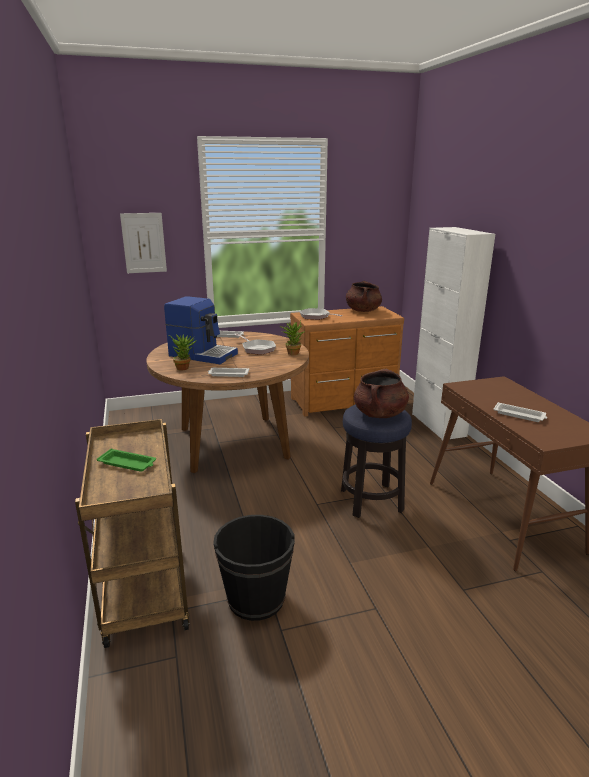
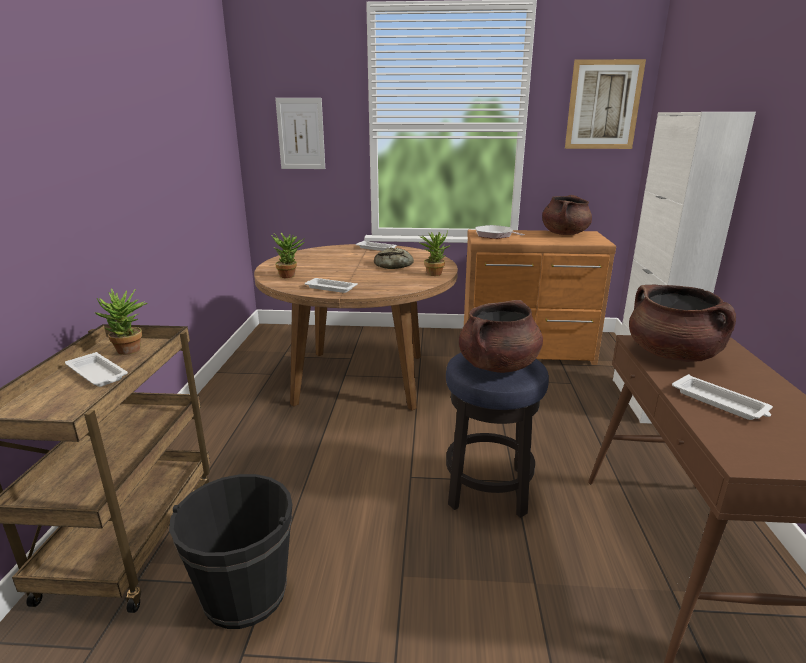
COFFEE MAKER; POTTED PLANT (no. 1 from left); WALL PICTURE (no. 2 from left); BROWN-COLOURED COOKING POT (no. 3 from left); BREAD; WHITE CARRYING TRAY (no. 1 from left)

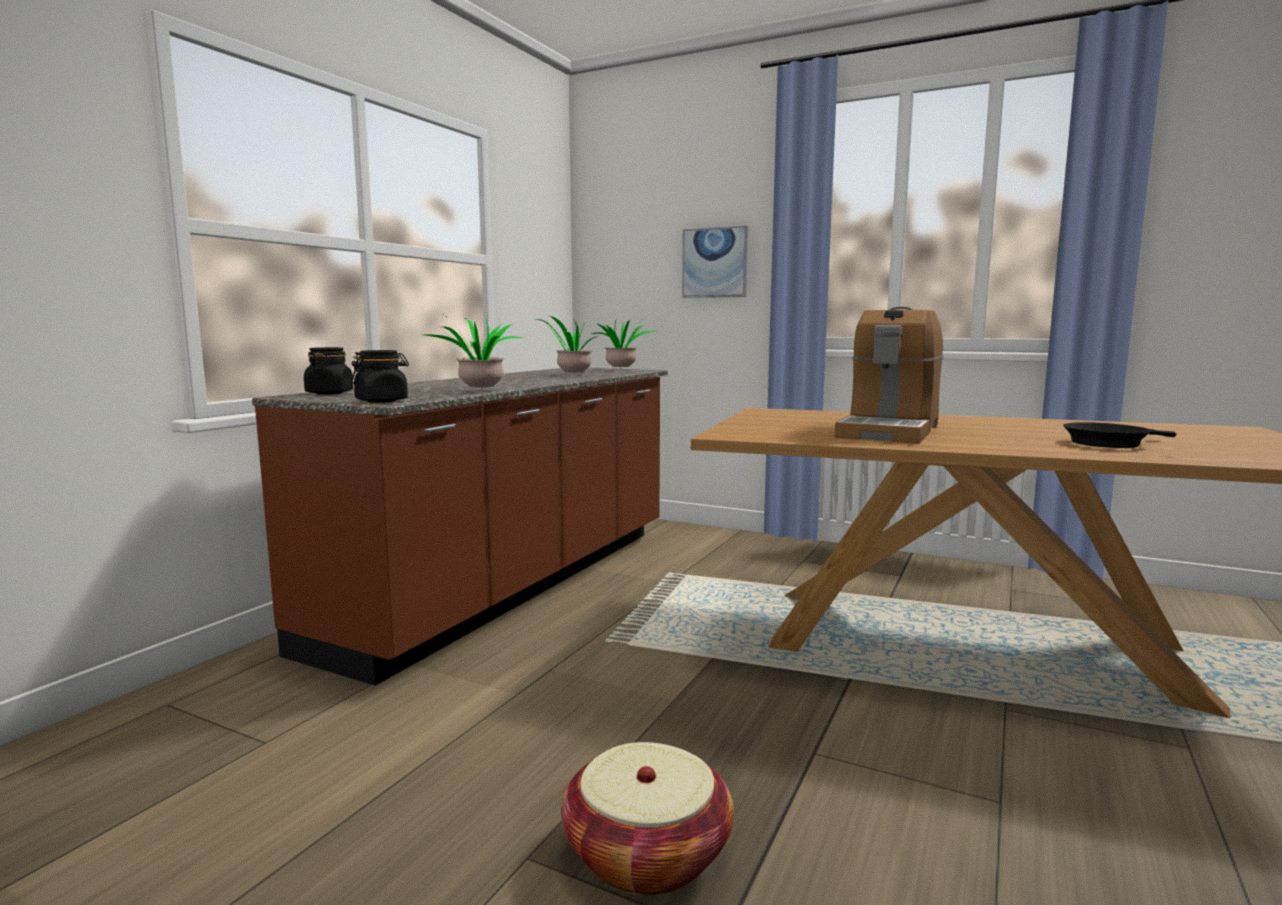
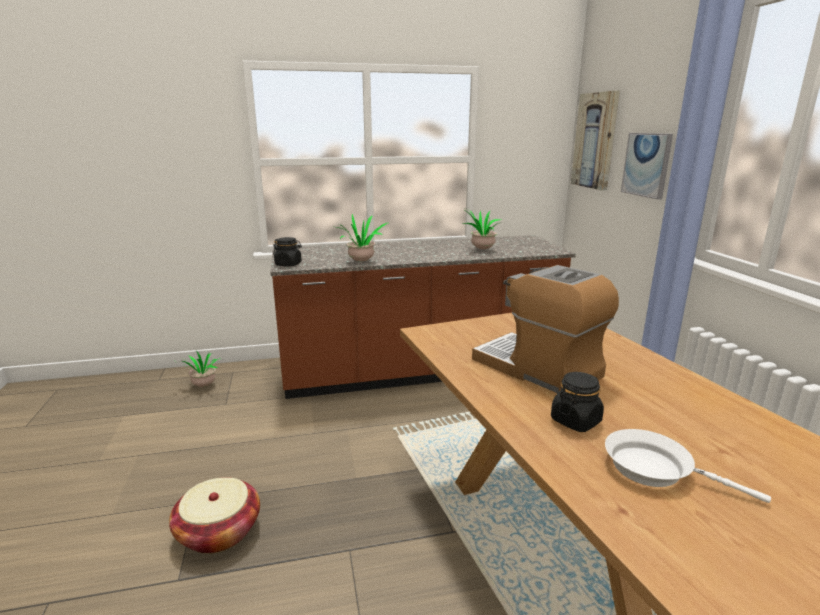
WALL PICTURE (no. 1 from left); BLACK STORAGE JAR (no. 2 from left); POTTED PLANT (no. 1 from left); WHITE FRYING PAN; COFFEE MAKER

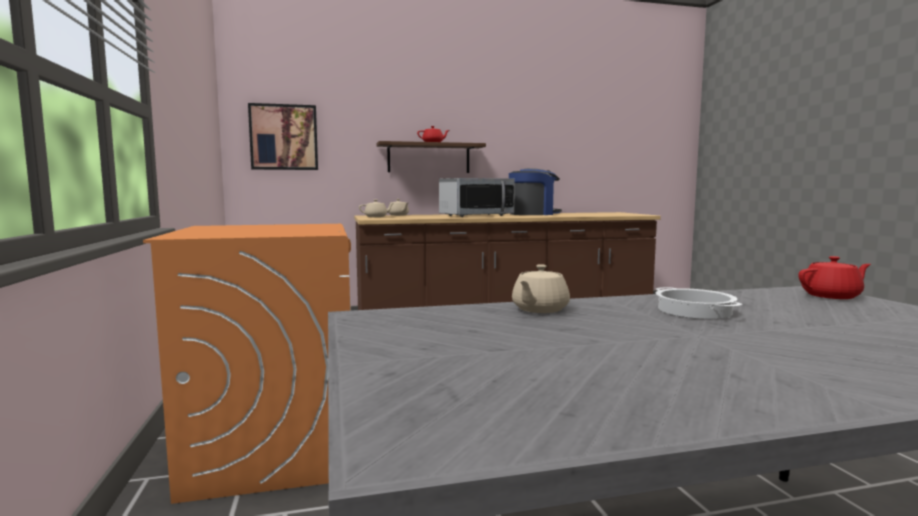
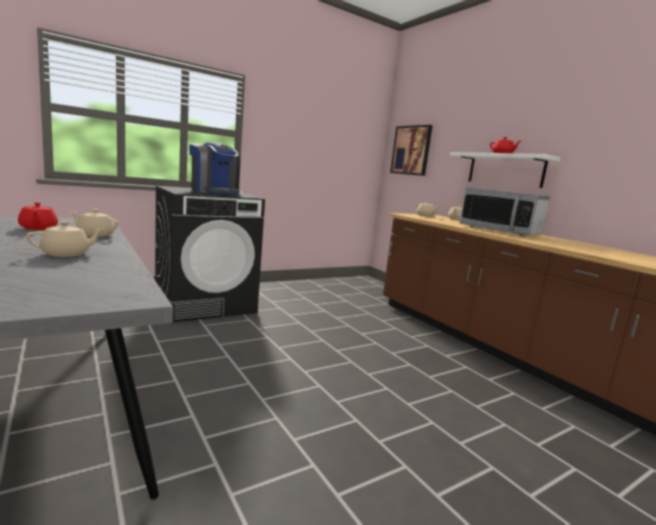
COFFEE MAKER; RED-COLOURED TEA POT (no. 1 from left); SAND-COLOURED TEA POT (no. 1 from left); BLACK LAUNDRY APPLIANCE; WHITE WALL SHELF

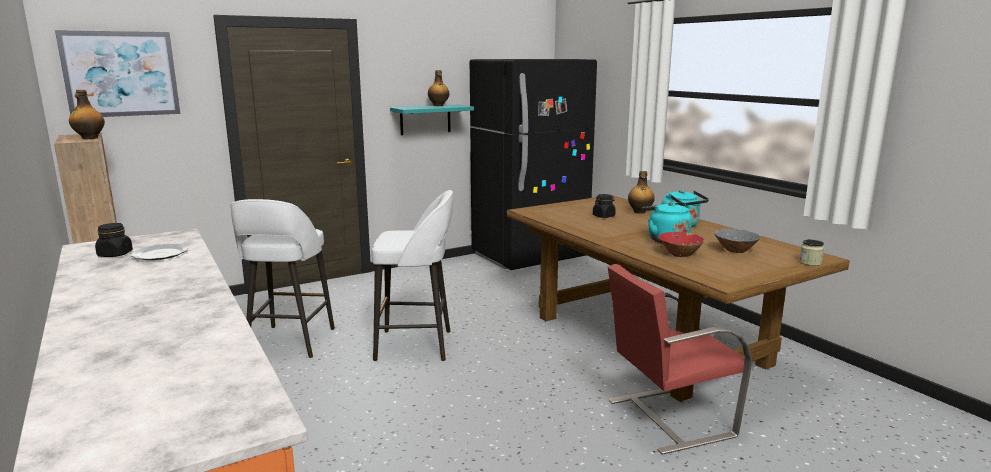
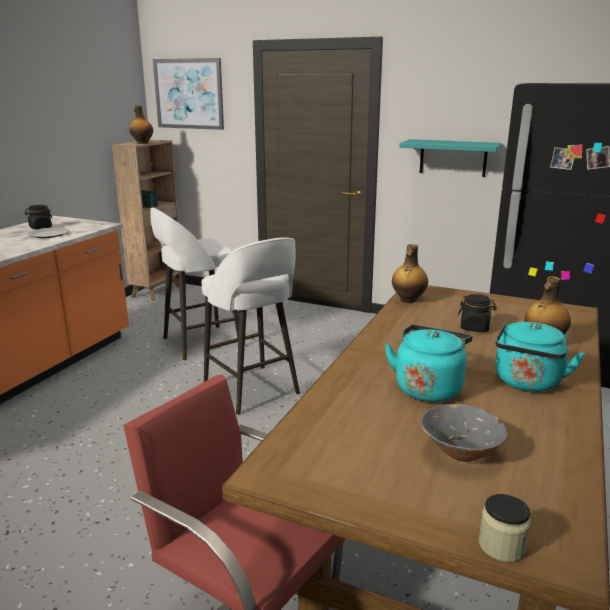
RED-COLOURED SERVING BOWL; DRINK BOTTLE (no. 2 from left)

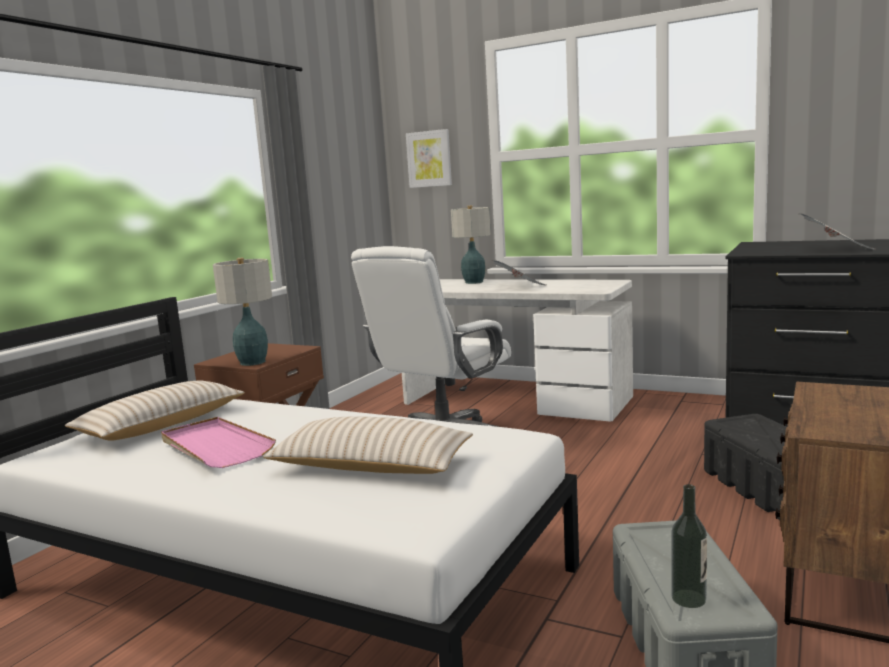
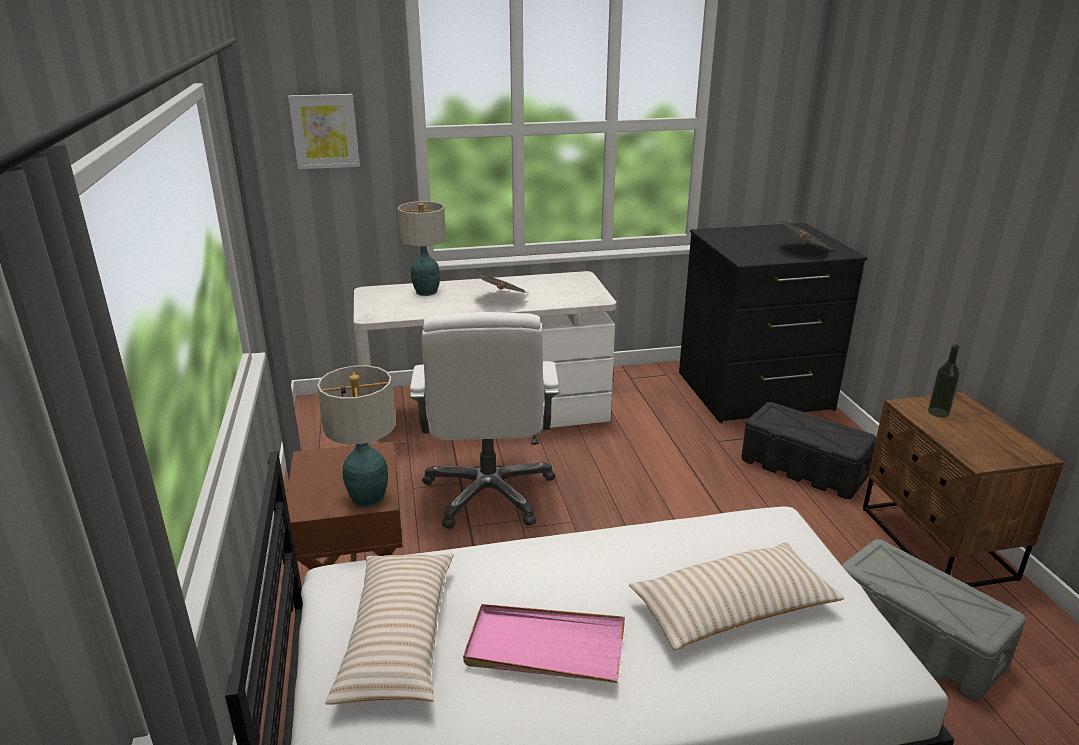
DRINK BOTTLE

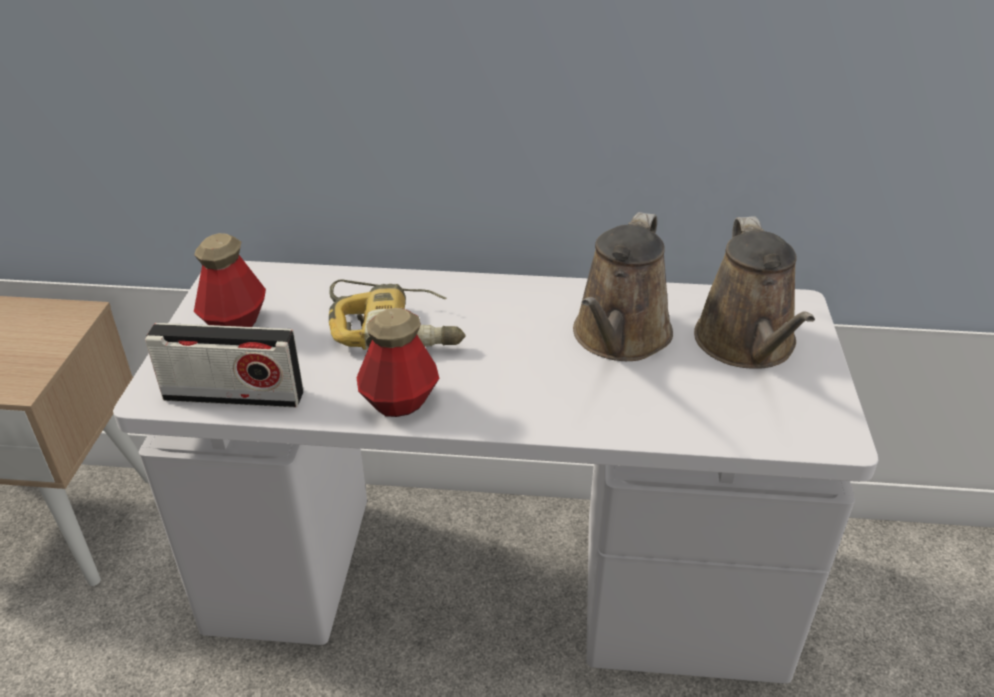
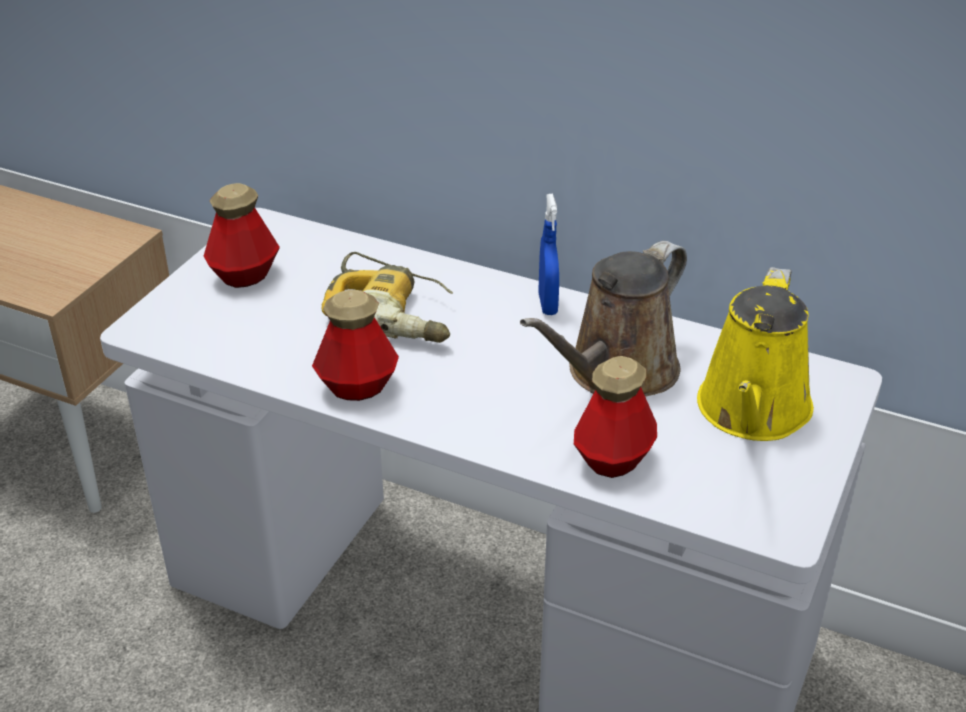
RADIO SET; BLUE SPRAYER; DRINK BOTTLE (no. 3 from left); YELLOW WATERING CAN

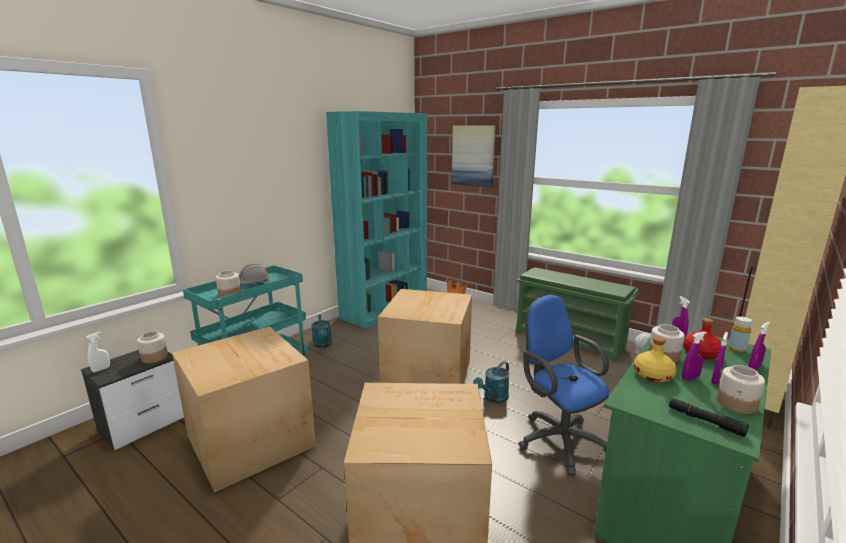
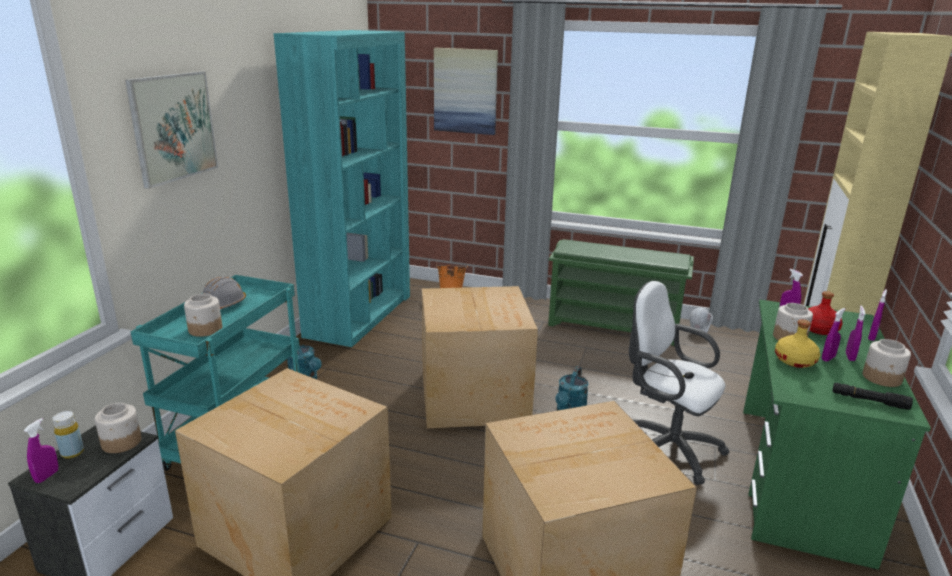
WALL PICTURE (no. 1 from left); YELLOW DRINK BOTTLE (no. 1 from left); PURPLE-COLOURED SPRAYER (no. 1 from left); WHITE DESK CHAIR

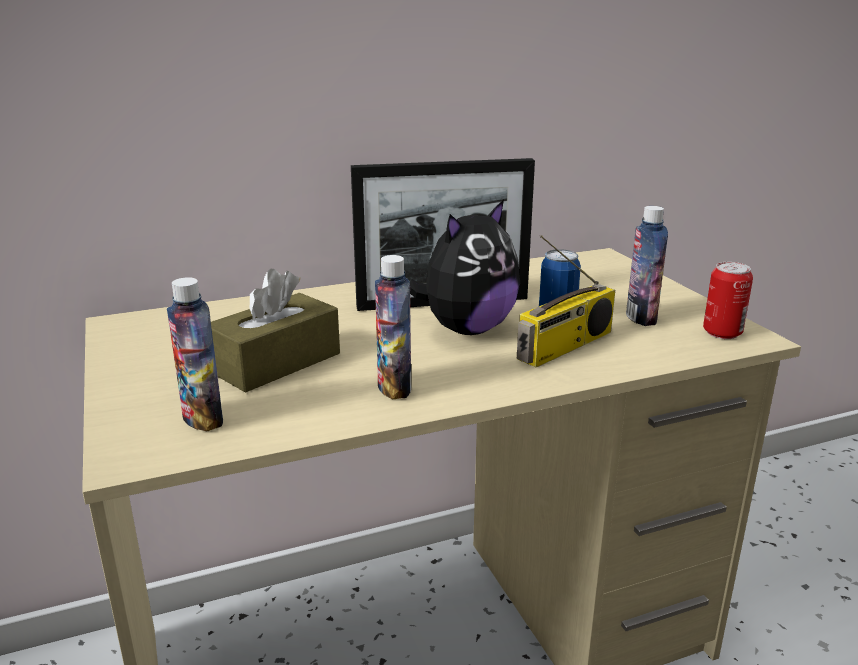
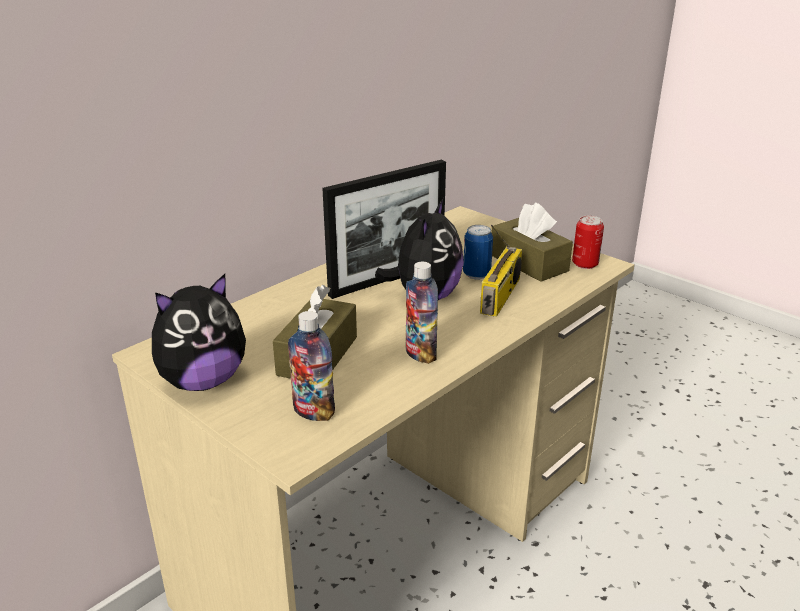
CUDDLY TOY (no. 1 from left); BROWN-COLOURED BOX OF TISSUES (no. 2 from left)

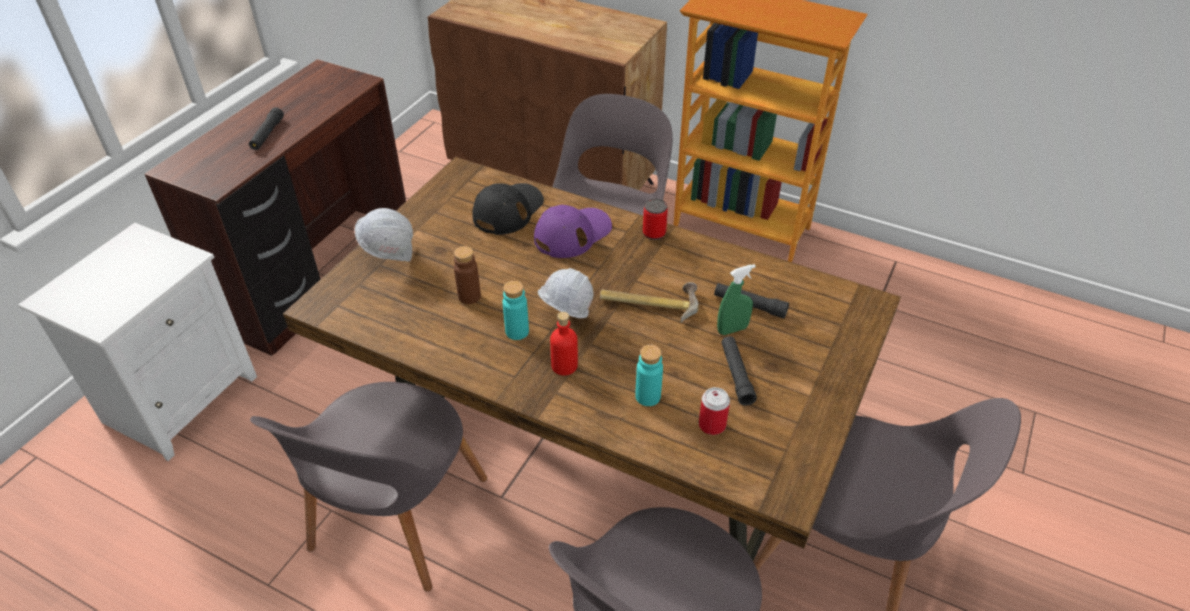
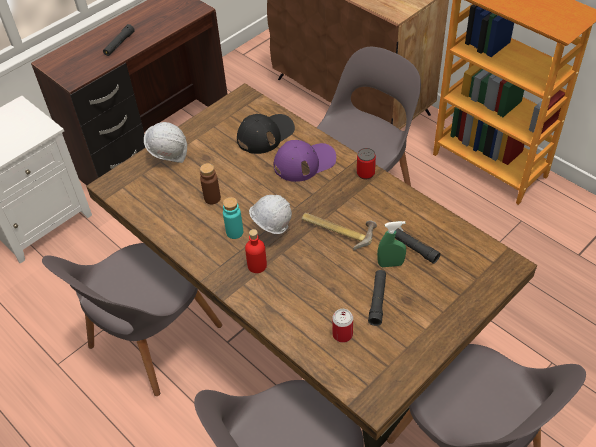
TURQUOISE DRINK BOTTLE (no. 2 from left in the first image)

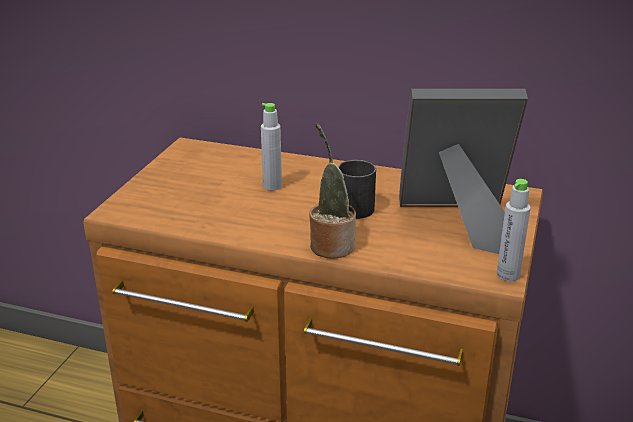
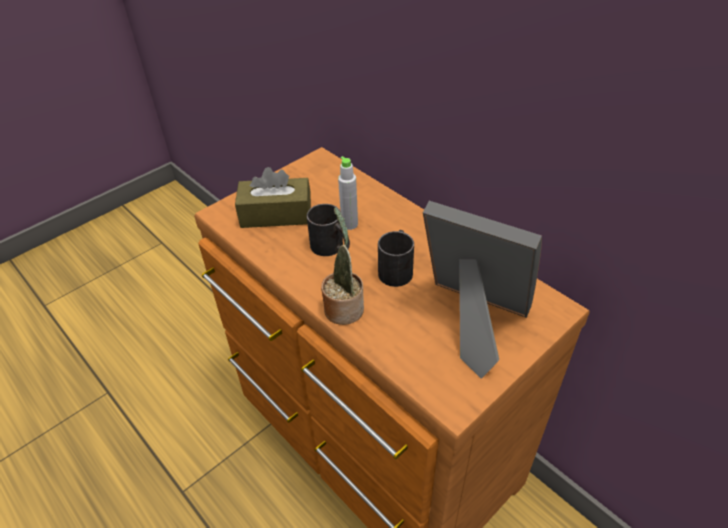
GRAY DRINK BOTTLE (no. 2 from left in the first image); BROWN-COLOURED BOX OF TISSUES; BLACK COFFEE MUG (no. 1 from left)

